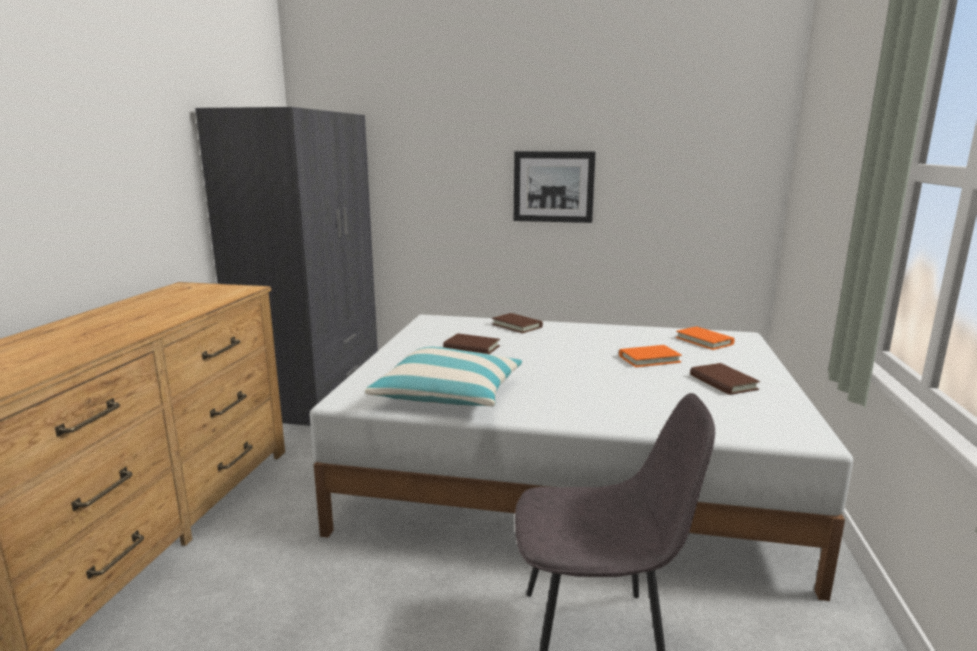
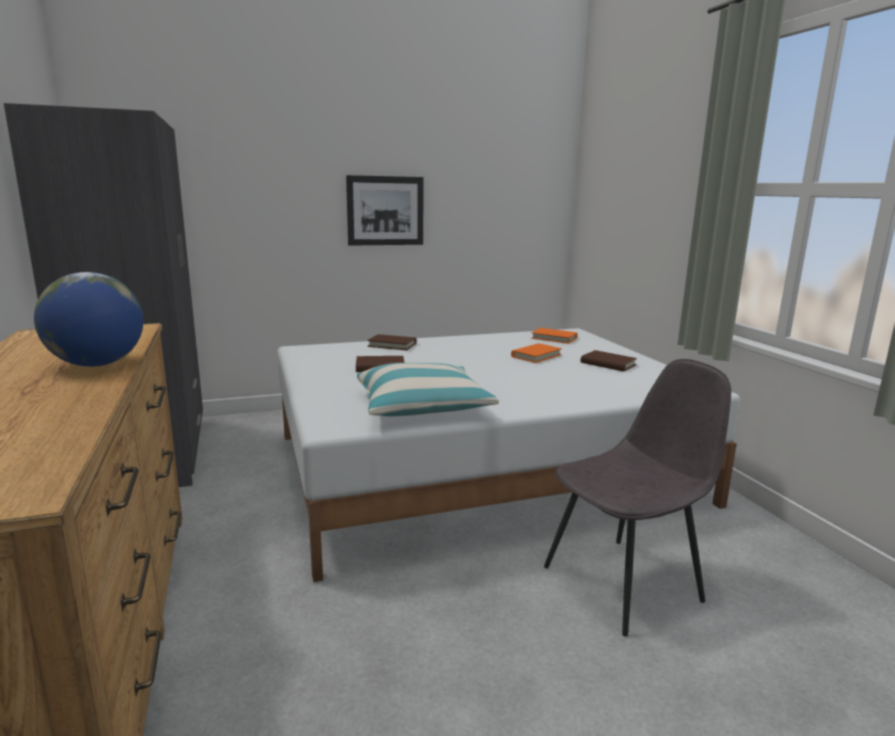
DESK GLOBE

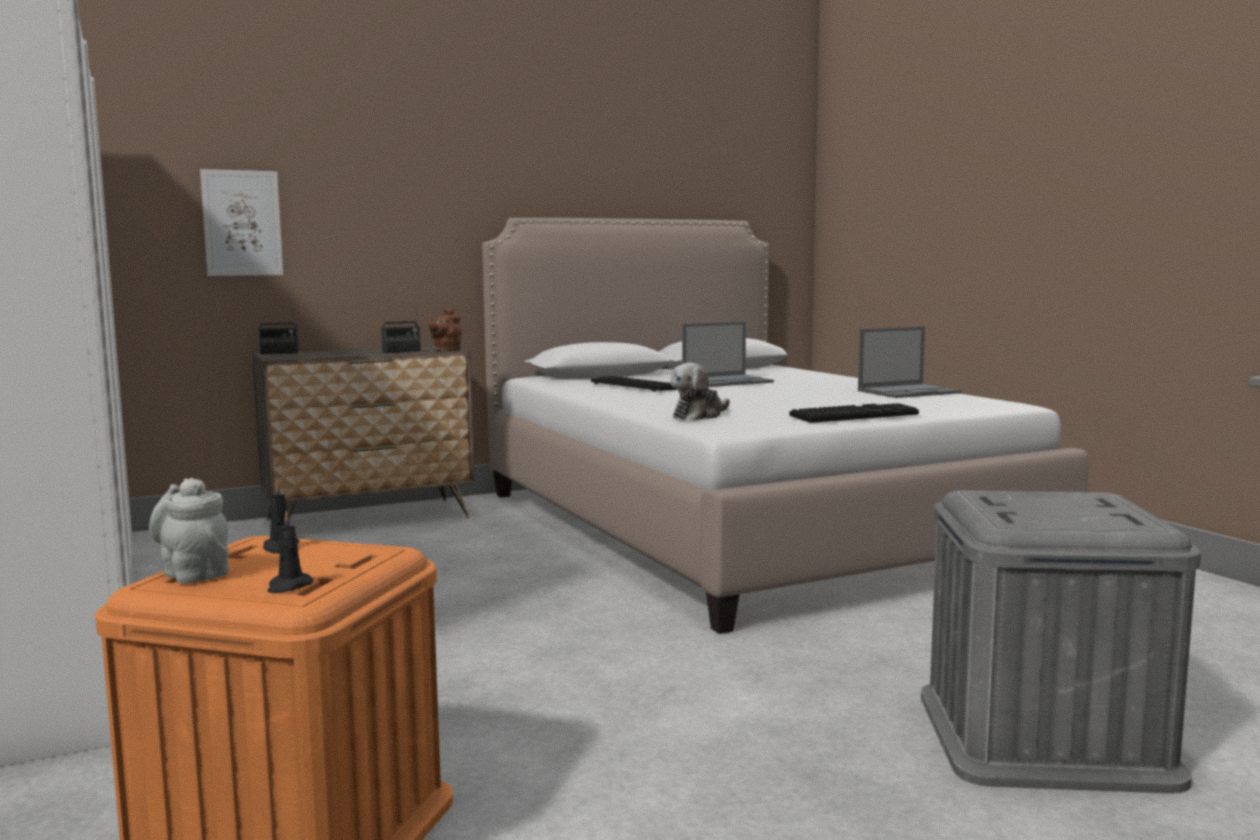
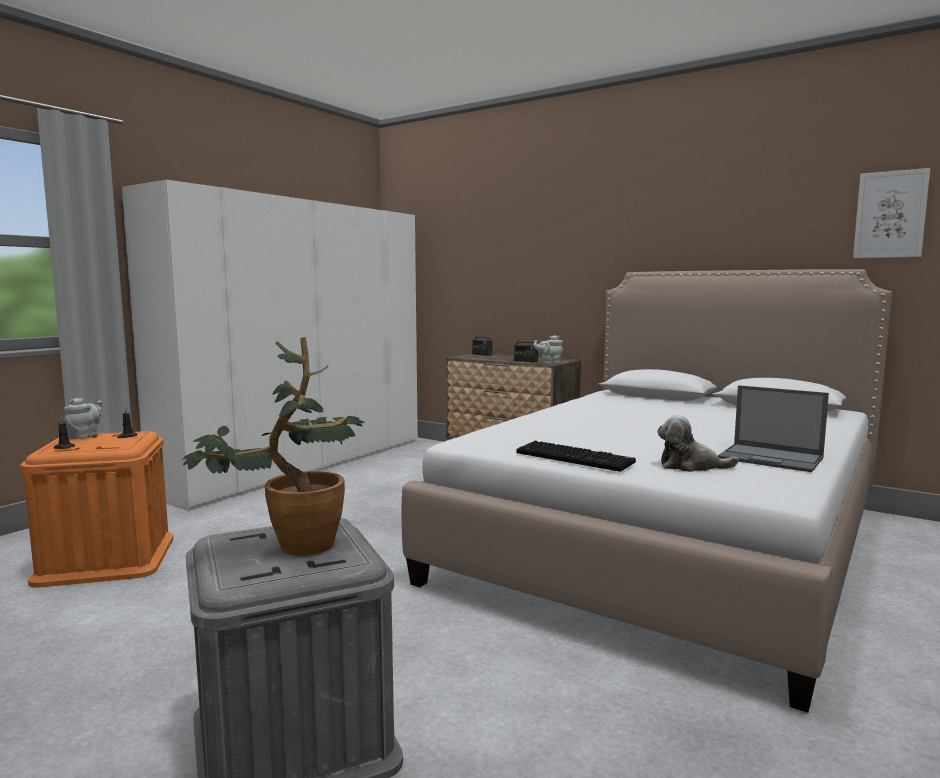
PC KEYBOARD (no. 1 from left in the first image); NOTEBOOK COMPUTER (no. 1 from left in the first image); POTTED PLANT; WALL PICTURE; CUDDLY TOY; GRAY TEA POT (no. 2 from left)

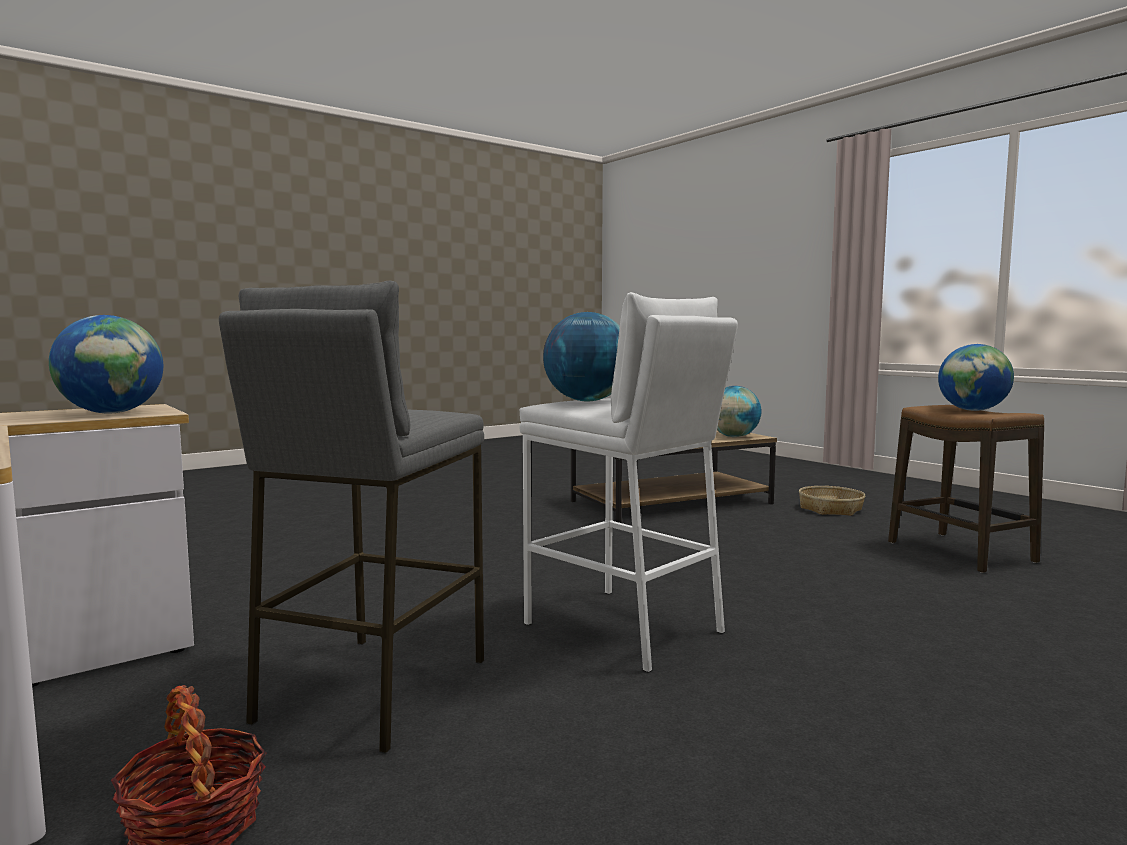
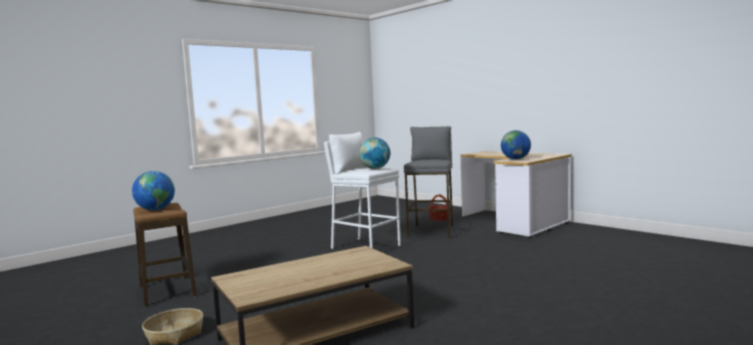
DESK GLOBE (no. 3 from left in the first image)

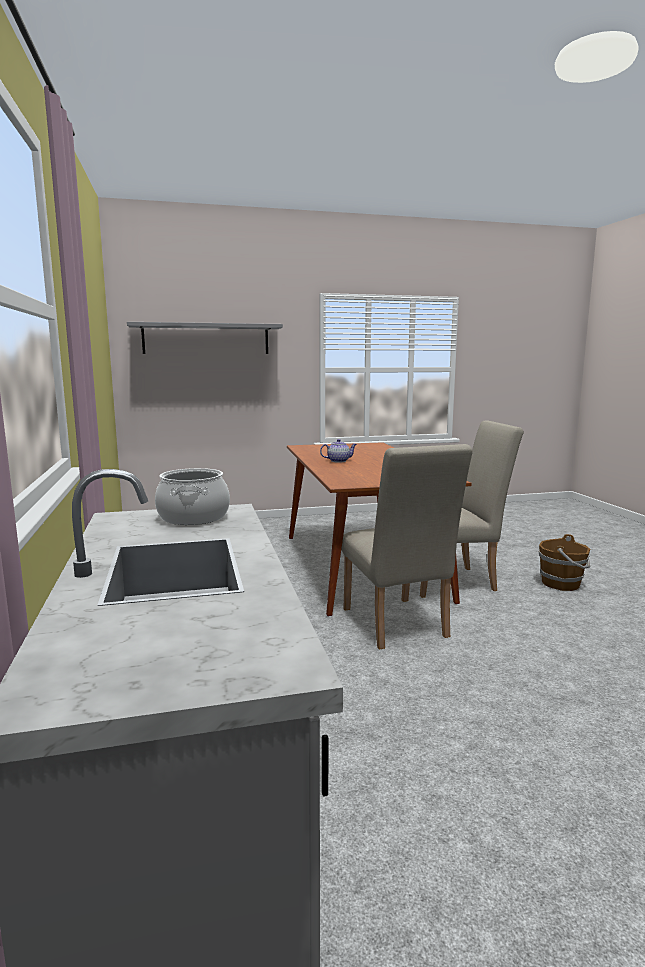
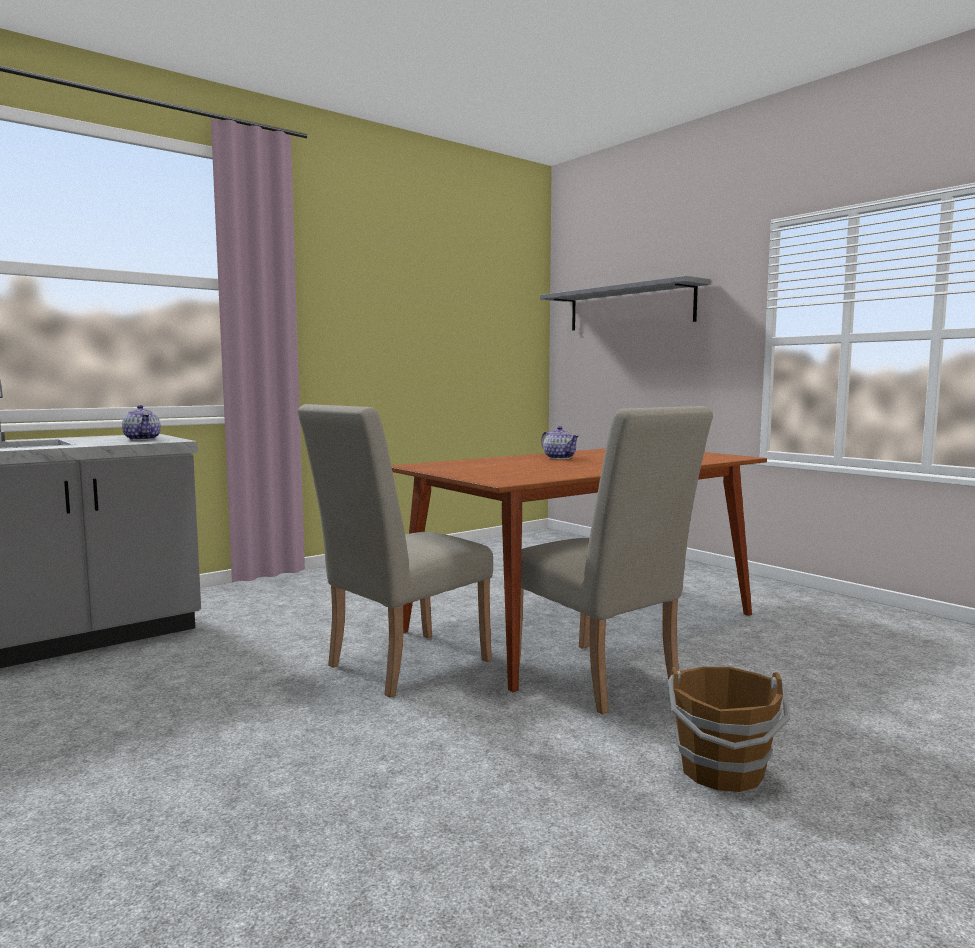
TEA POT (no. 1 from left)

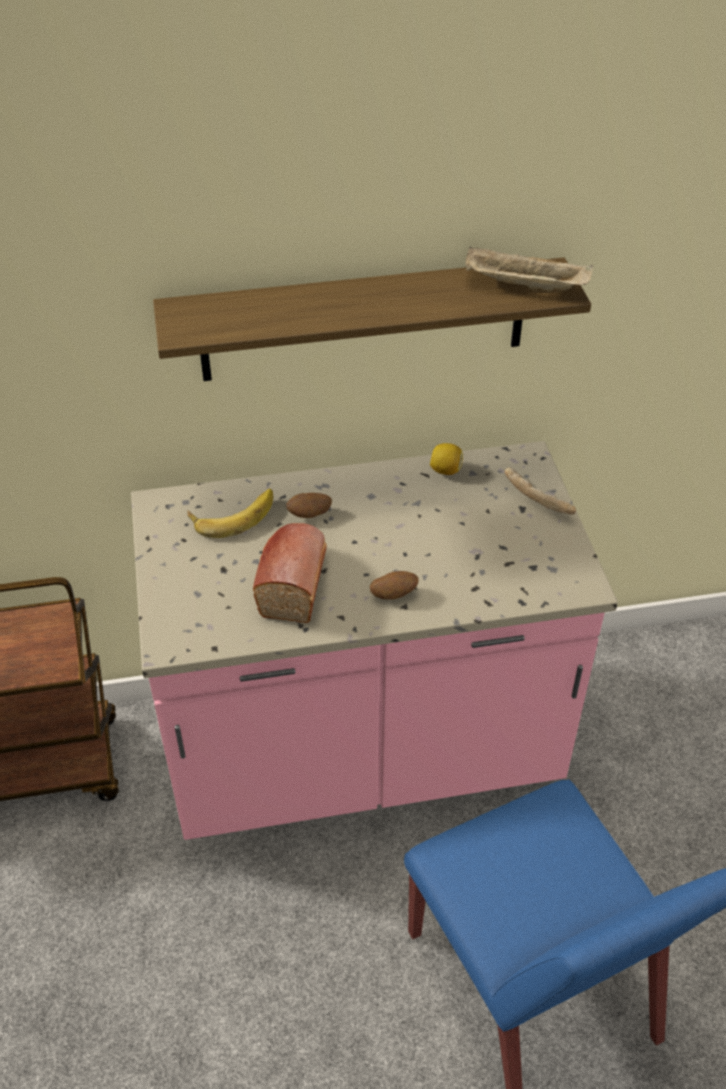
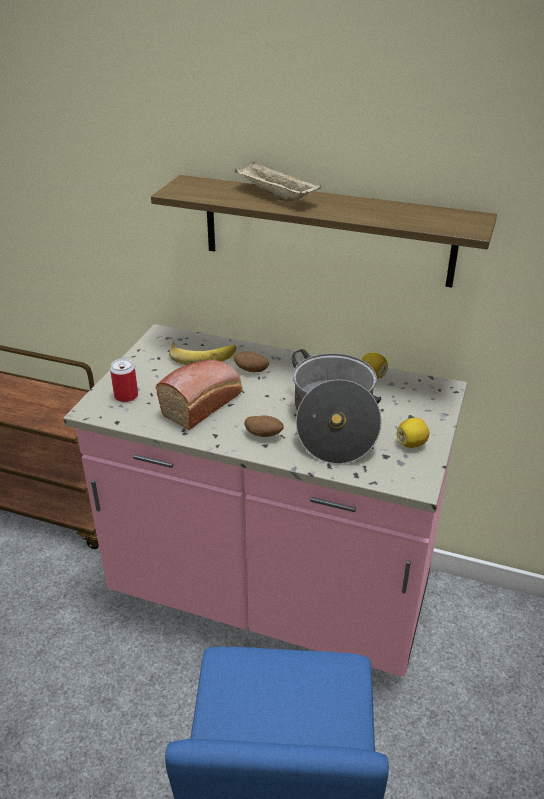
BREAD (no. 2 from left in the first image); CAN; COOKING POT; CITRUS FRUIT (no. 2 from left); SAND-COLOURED CARRYING TRAY

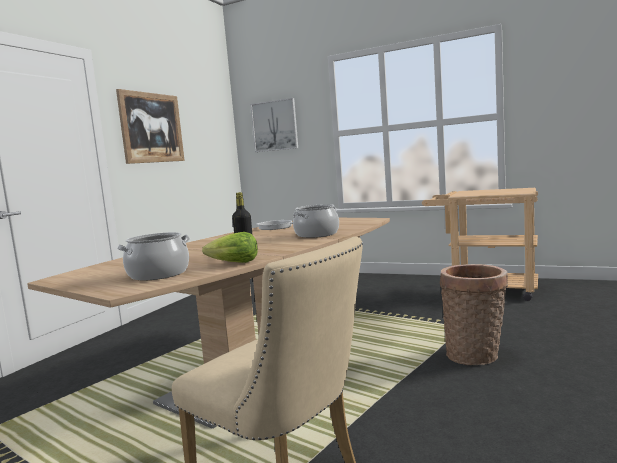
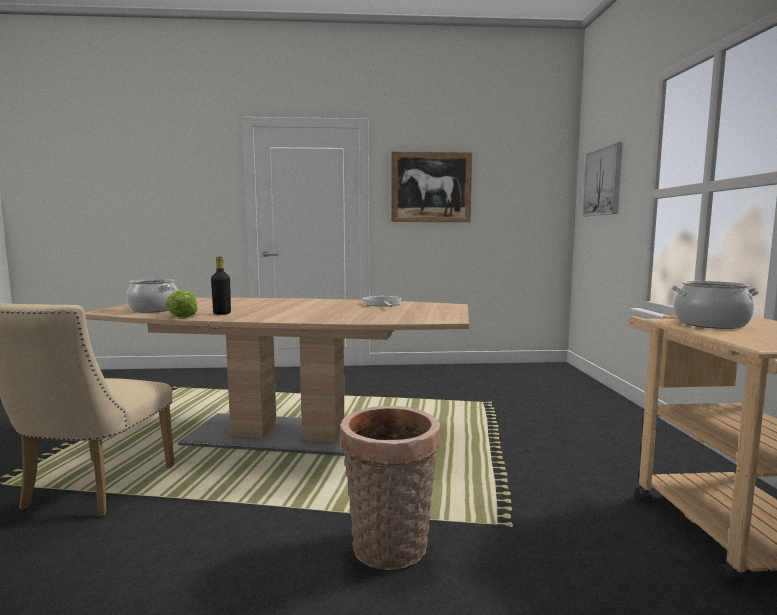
COOKING POT (no. 2 from left)

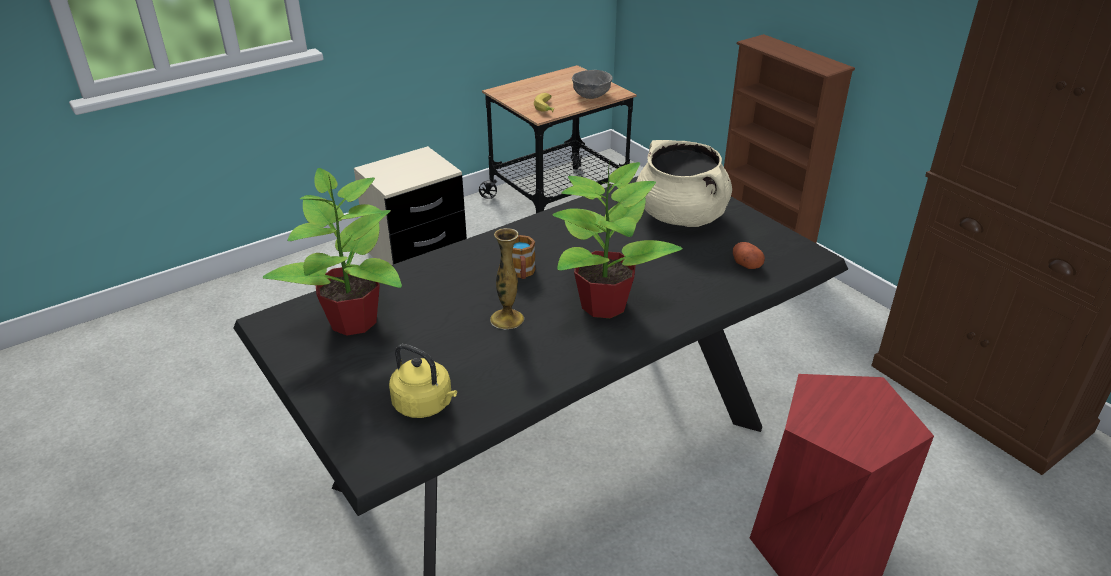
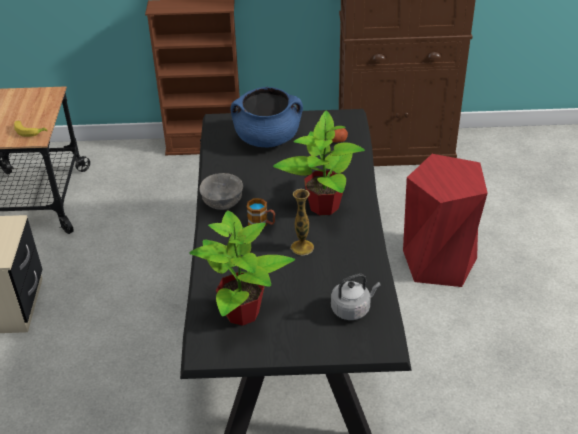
GRAY SERVING BOWL; GRAY WATER KETTLE; BLUE COOKING POT

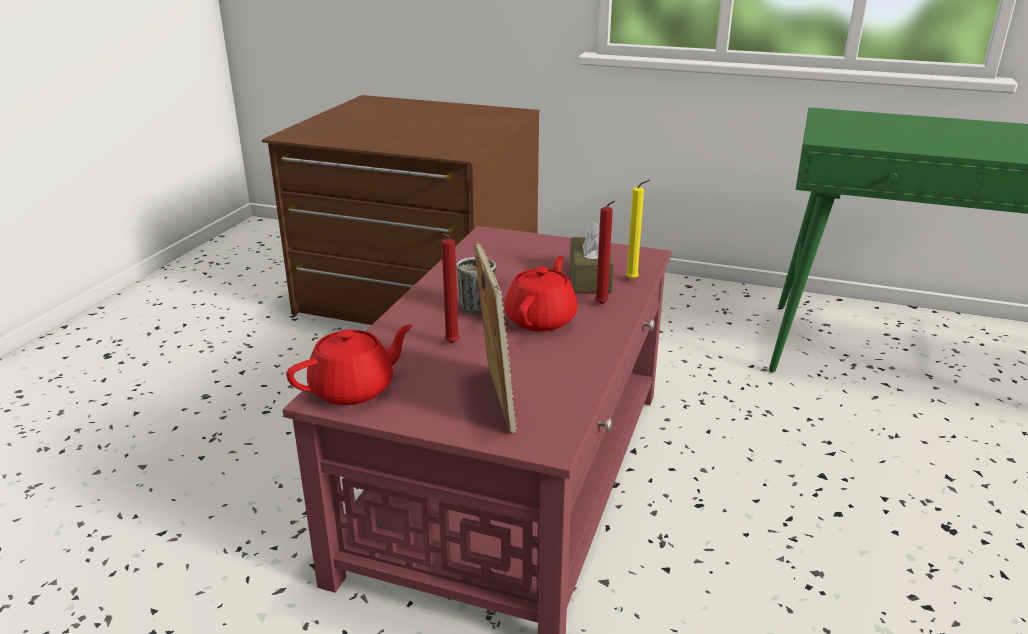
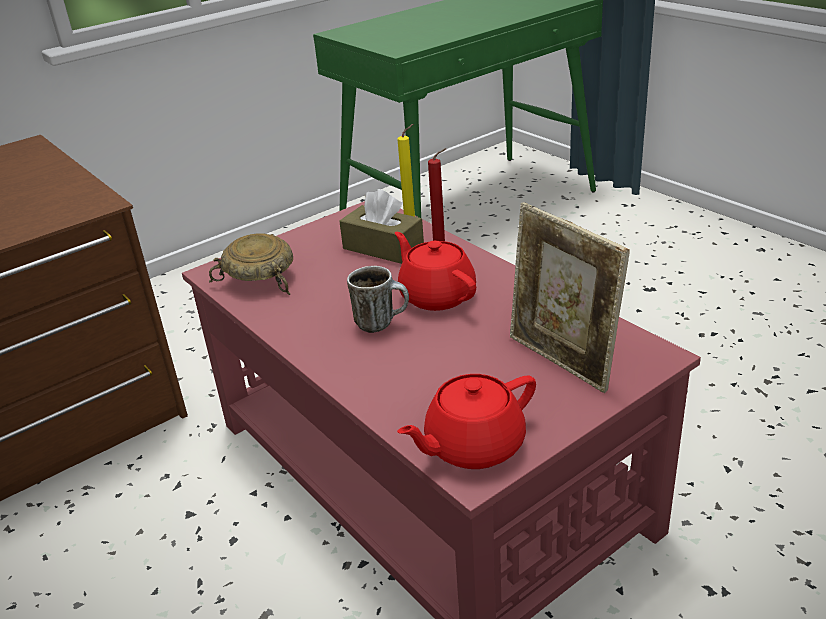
RED-COLOURED CANDLE (no. 1 from left in the first image); SAND-COLOURED SERVING BOWL; RED-COLOURED TEA POT (no. 2 from left); STANDING FRAME

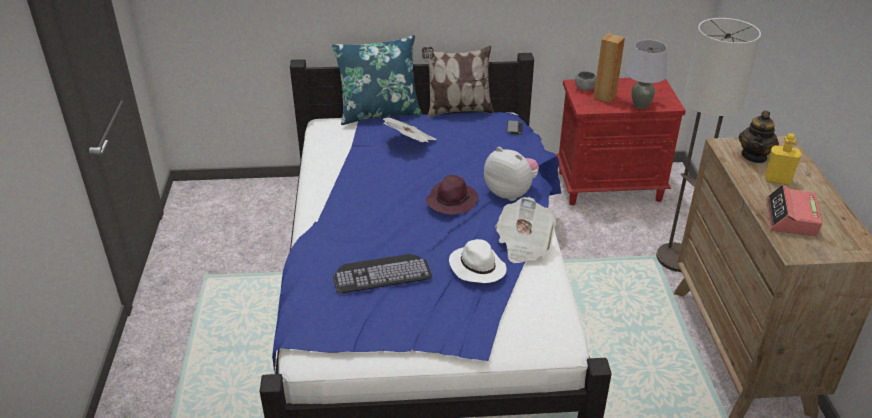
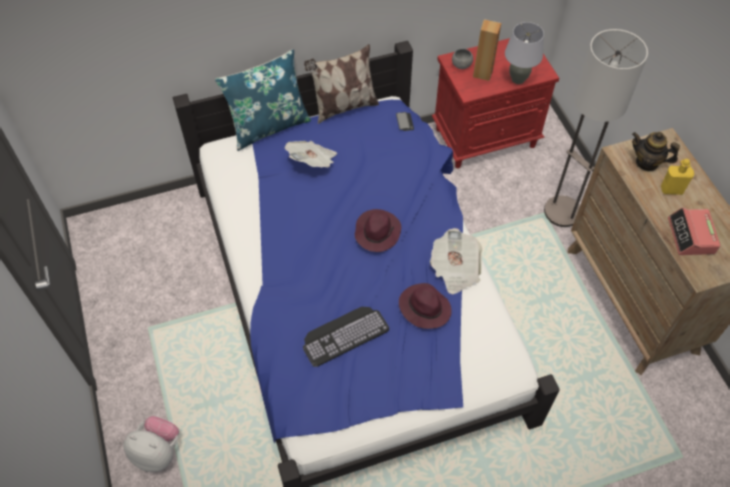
CUDDLY TOY; PURPLE-COLOURED HAT (no. 2 from left); TEA POT

